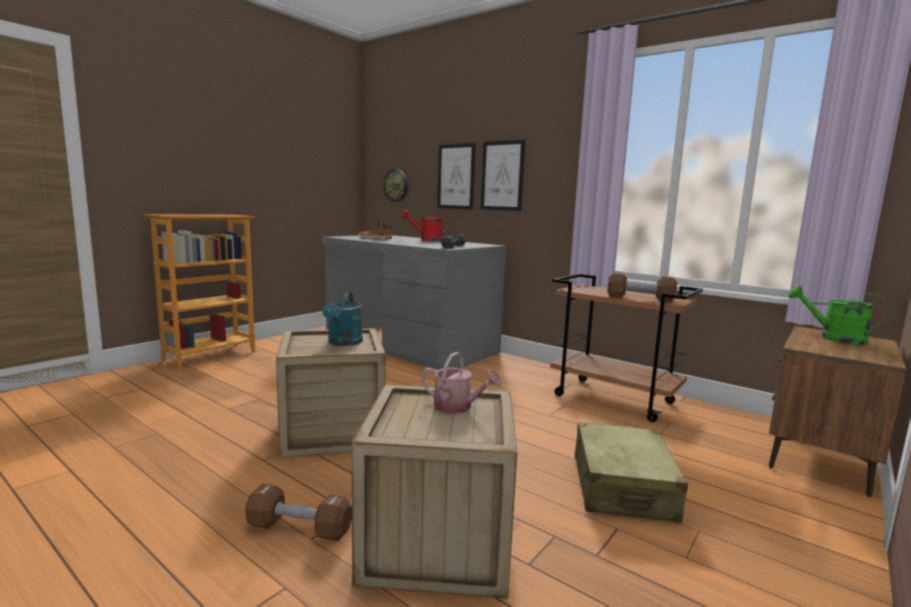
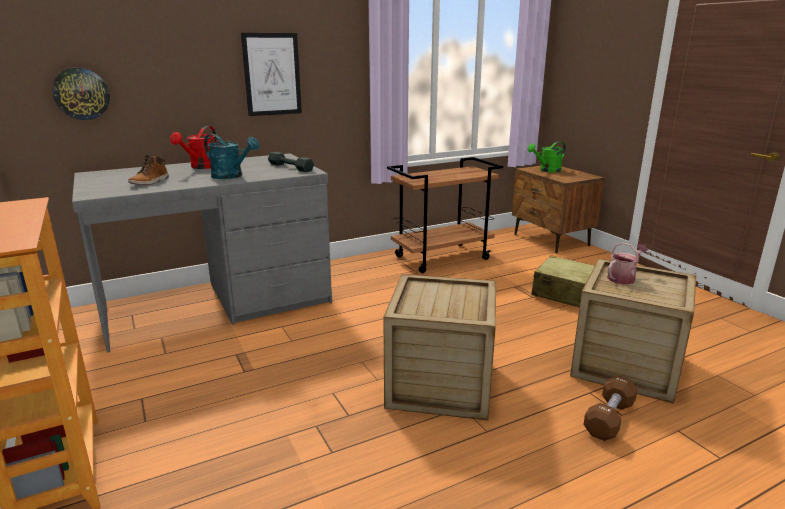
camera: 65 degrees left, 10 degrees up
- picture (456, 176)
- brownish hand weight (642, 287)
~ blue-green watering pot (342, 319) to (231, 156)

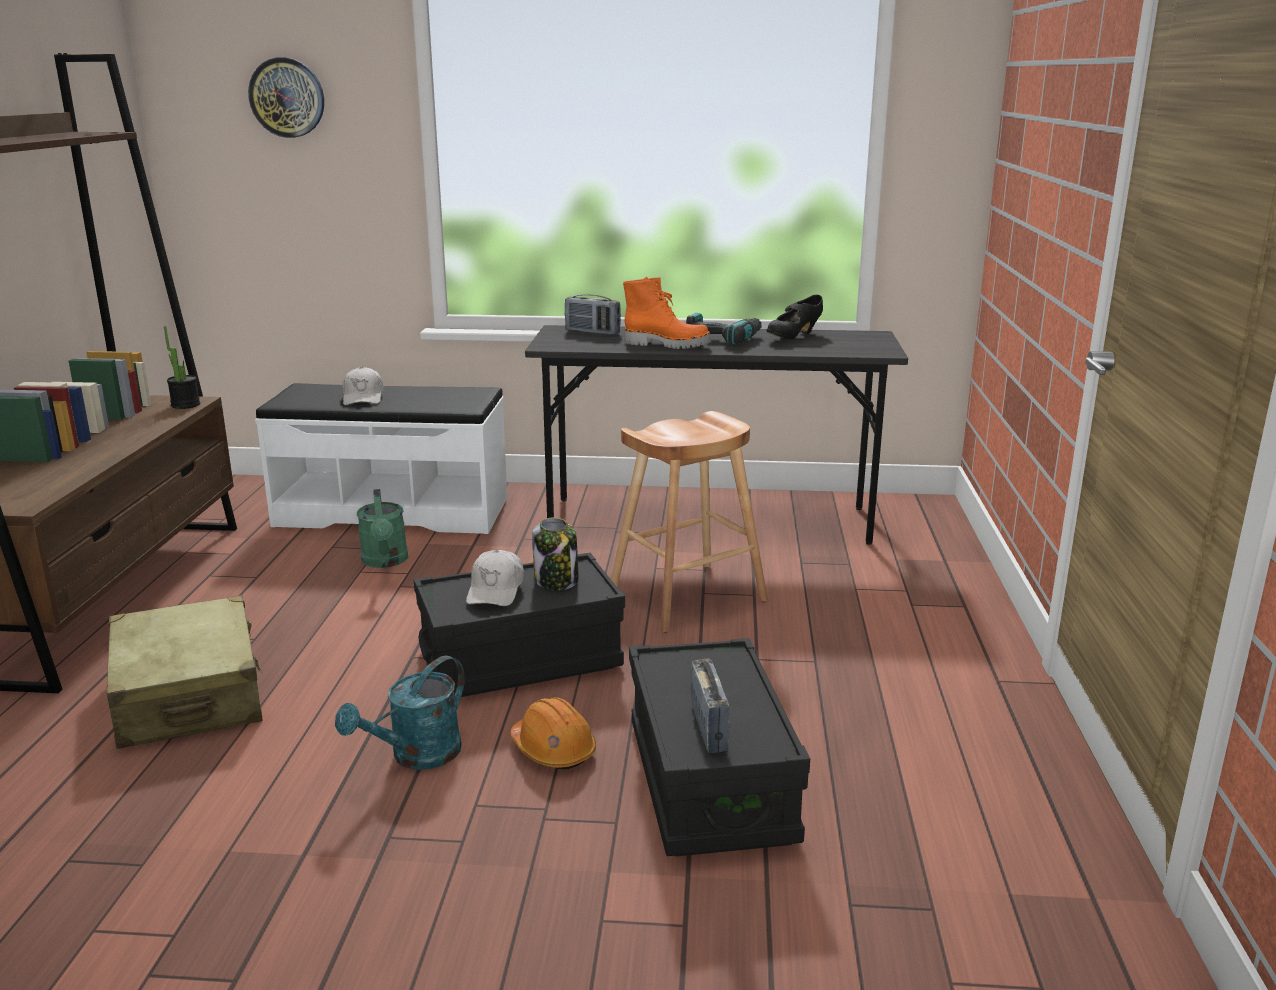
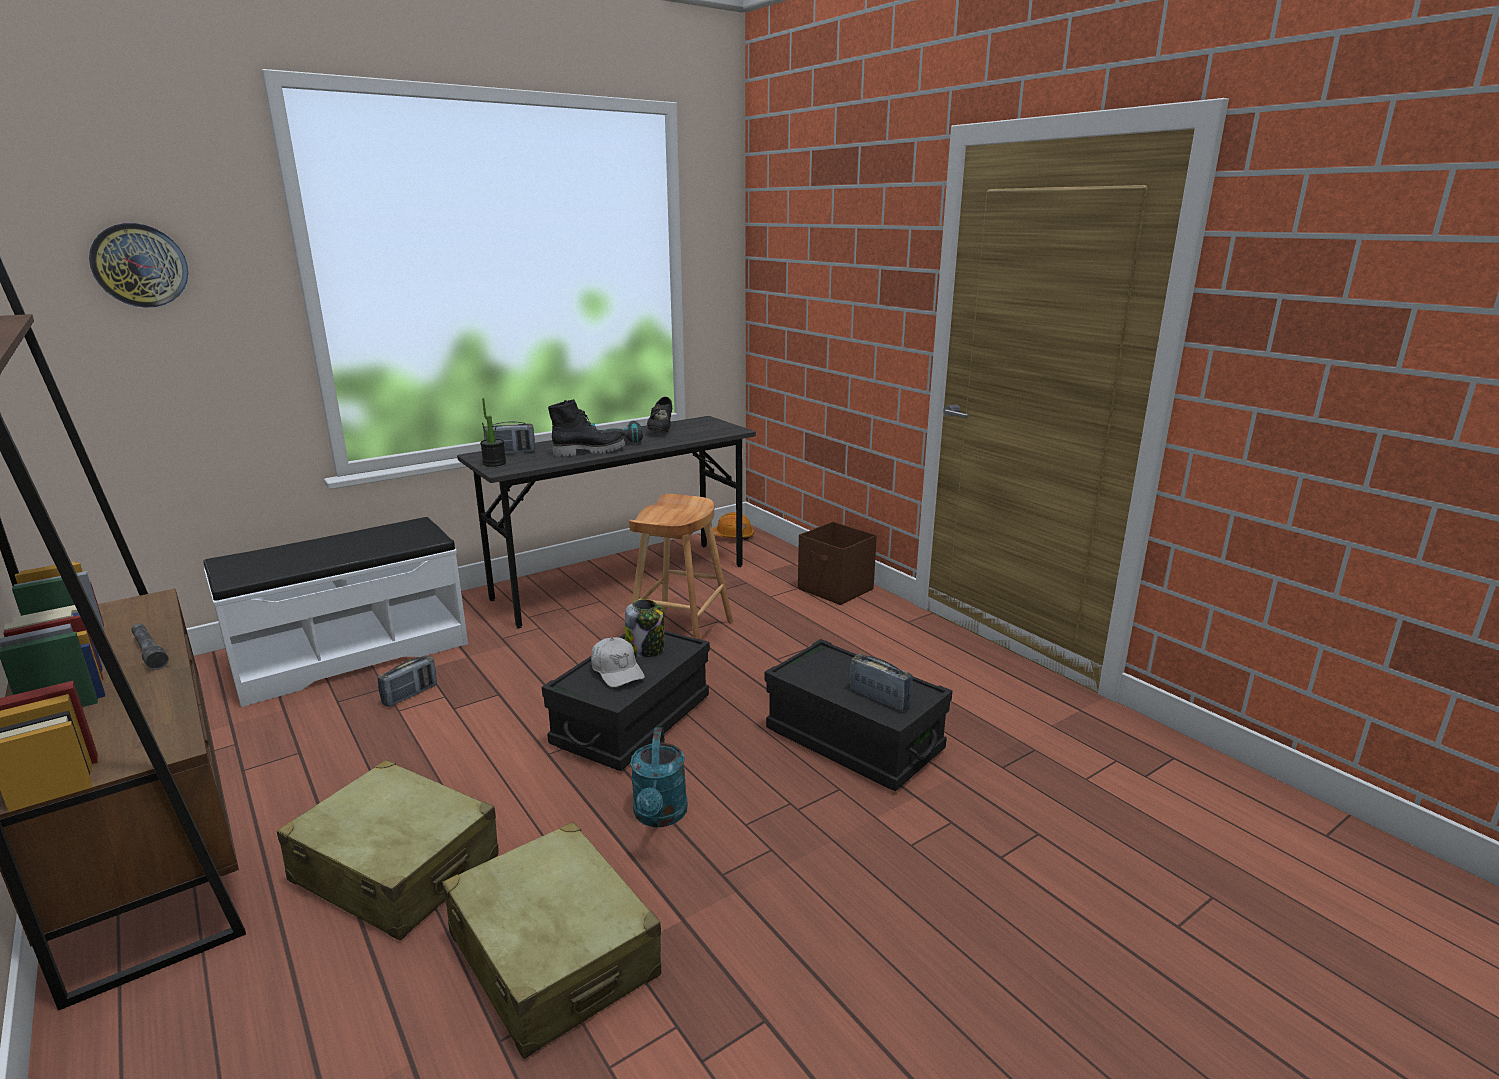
camera: 40 degrees left, 0 degrees up
- whitish baseball cap (363, 386)
+ grey flashlight (150, 647)
+ sand-coloured travel case (551, 940)
+ brownish storage bin (837, 563)
~ houseplant (182, 367) to (493, 432)
~ orangey hard hat (553, 733) to (733, 526)
~ green-coloured watering pot (382, 528) to radio receiver (407, 681)
~ orangey tall boot (667, 313) to black-coloured tall boot (586, 428)

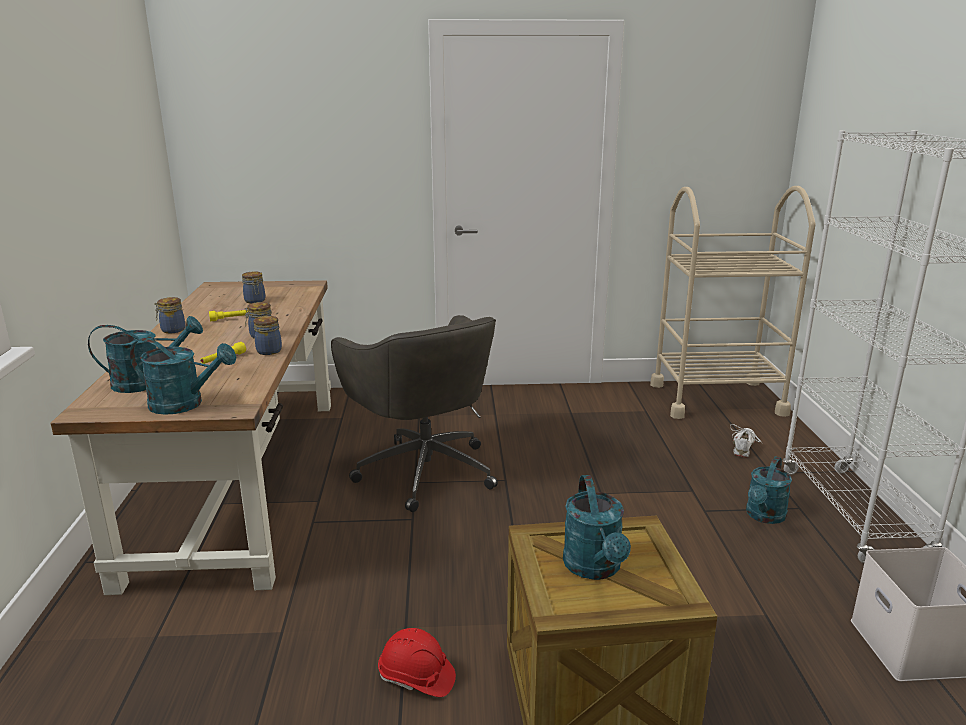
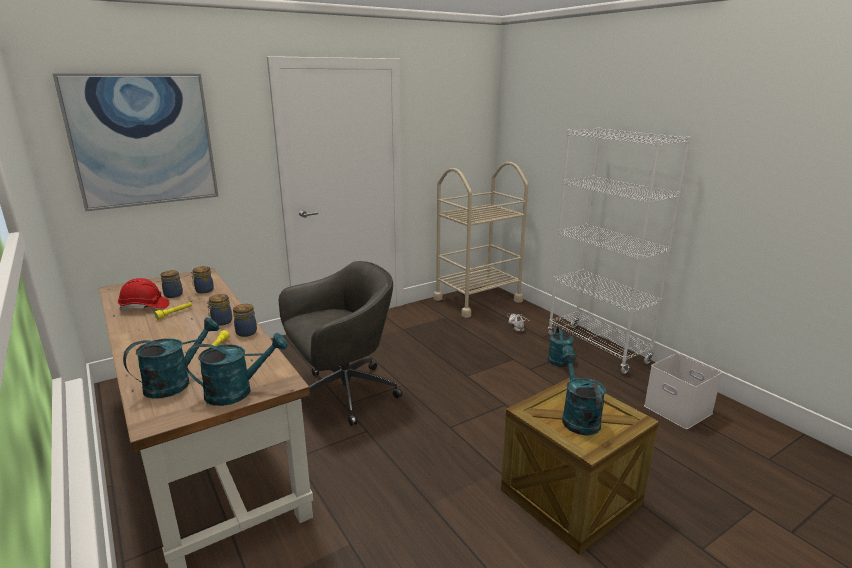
camera: 30 degrees left, 0 degrees up
+ picture (136, 142)
~ preserve jar (169, 315) to (202, 279)
~ reddish hard hat (417, 662) to (143, 294)
~ grey desk chair (414, 413) = (340, 343) 60 degrees counterclockwise
~ blue-green watering pot (597, 527) = (583, 394) 150 degrees counterclockwise

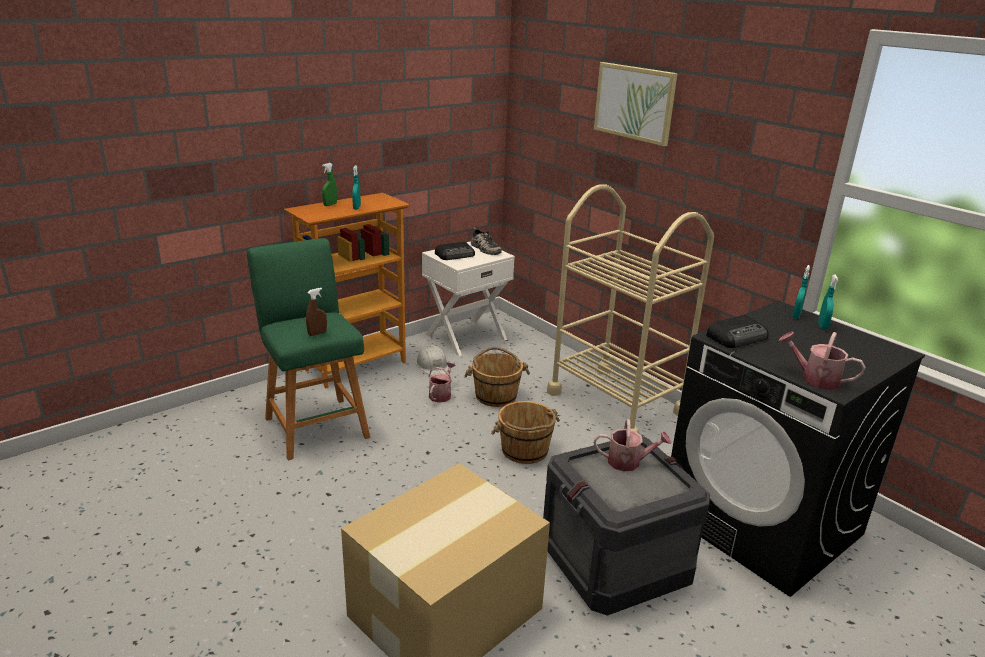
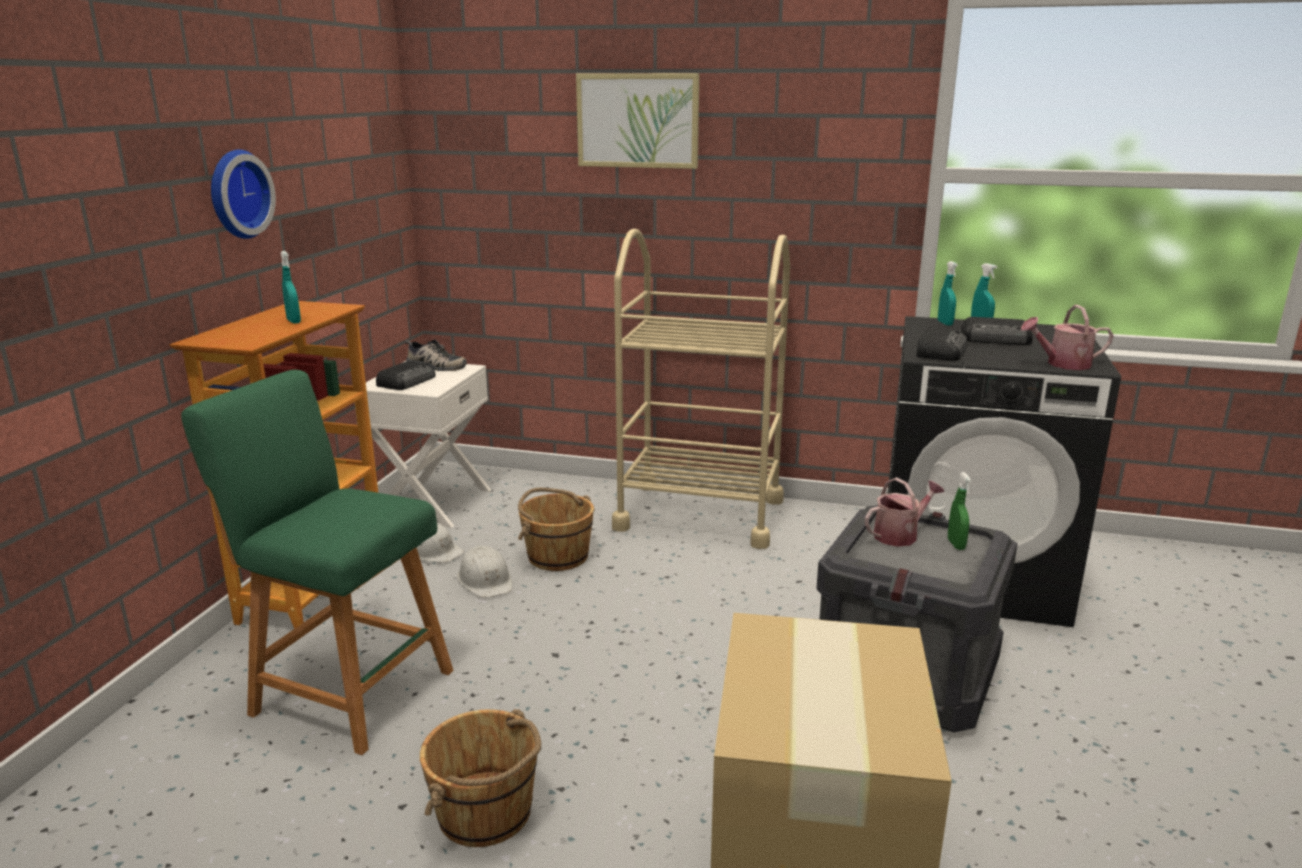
camera: 35 degrees left, 5 degrees down
- brownish spray bottle (316, 312)
+ hanging clock (243, 194)
+ radio receiver (997, 331)
~ green-coloured spray bottle (329, 184) to (960, 511)
~ brownish water bucket (525, 432) to (480, 778)
~ watering pot (442, 382) to whitish hard hat (484, 572)

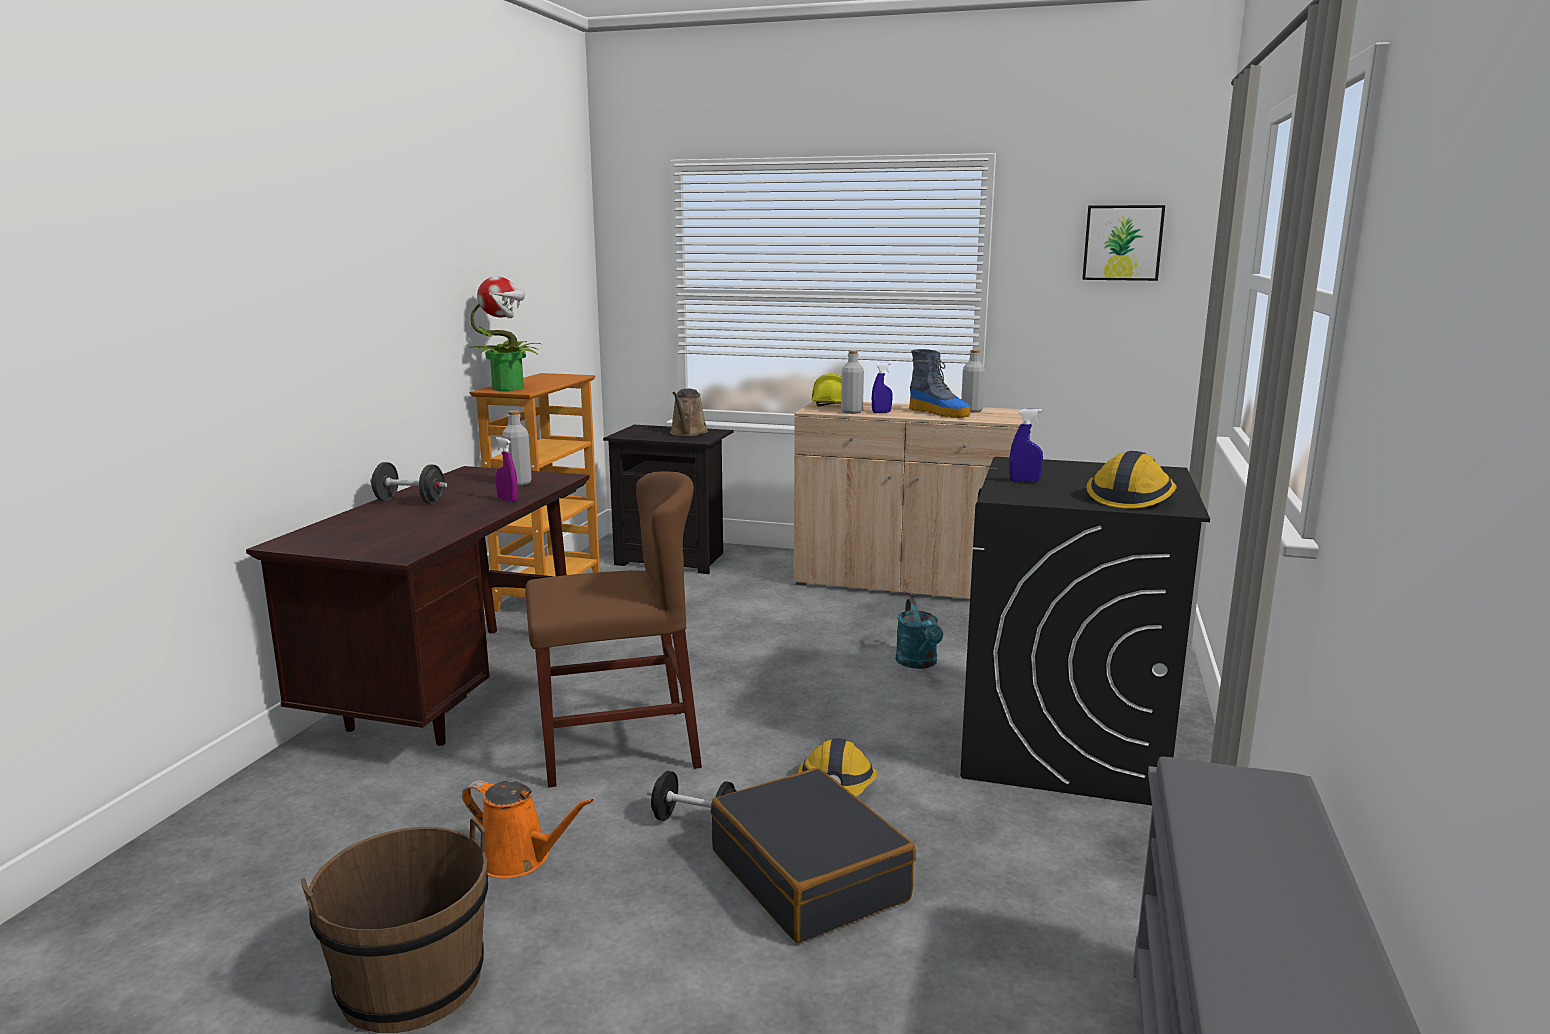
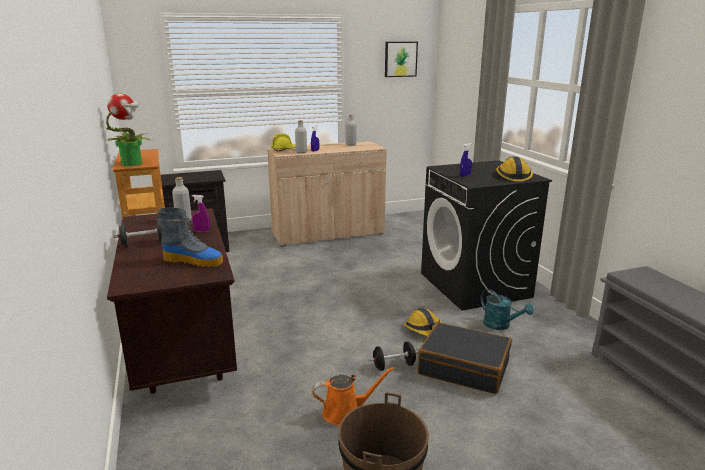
camera: 35 degrees left, 5 degrees up
- brownish upright chair (613, 629)
- brownish watering pot (689, 412)
~ blue-green watering pot (919, 634) to (507, 309)
~ tall boot (940, 383) to (190, 237)

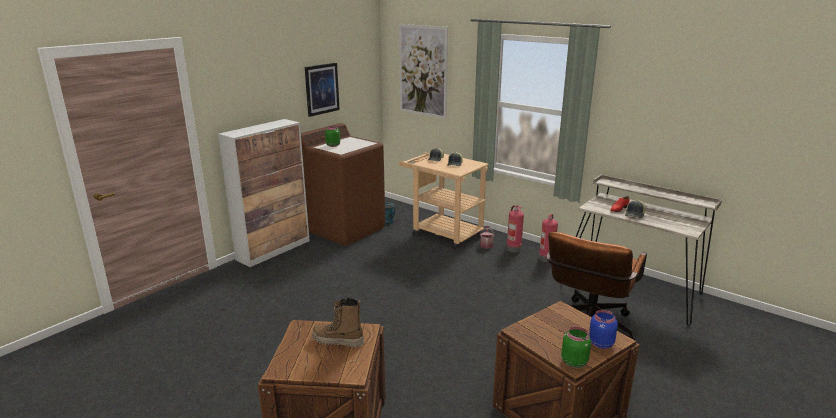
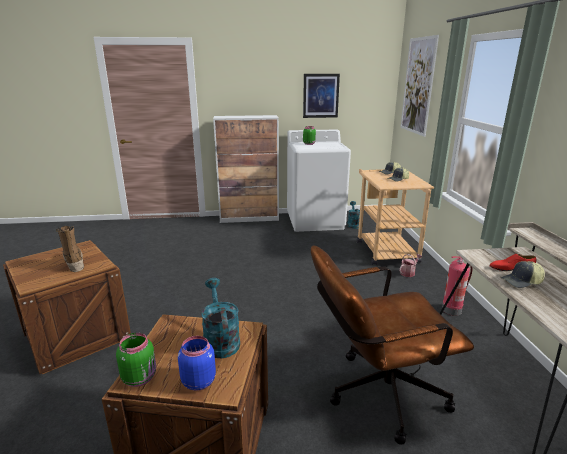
camera: 45 degrees right, 0 degrees up
- extinguisher (515, 229)
+ blue-green watering pot (220, 318)
~ brownish laundry machine (343, 184) to whitish laundry machine (319, 180)

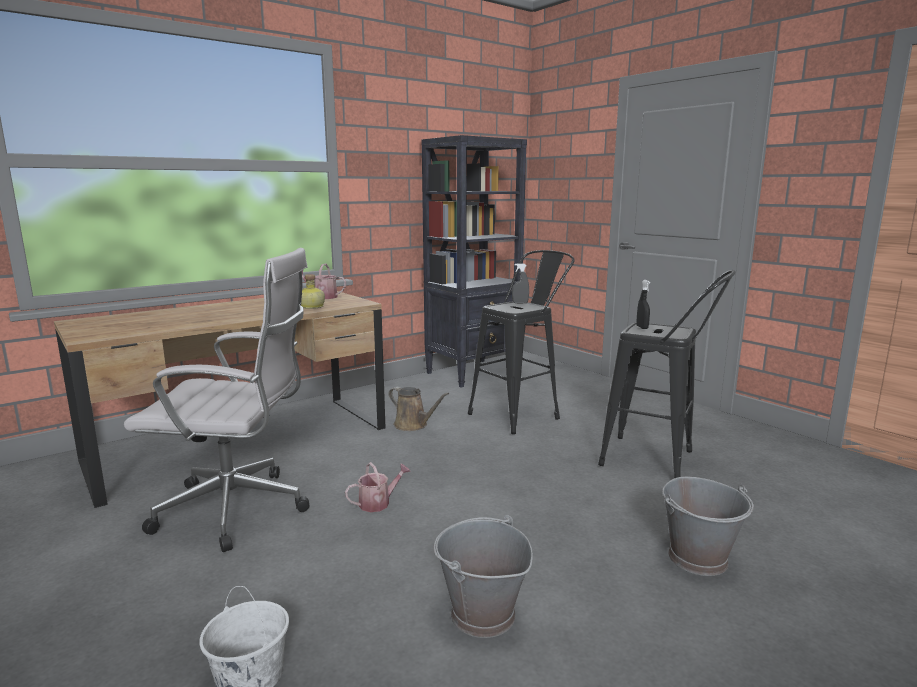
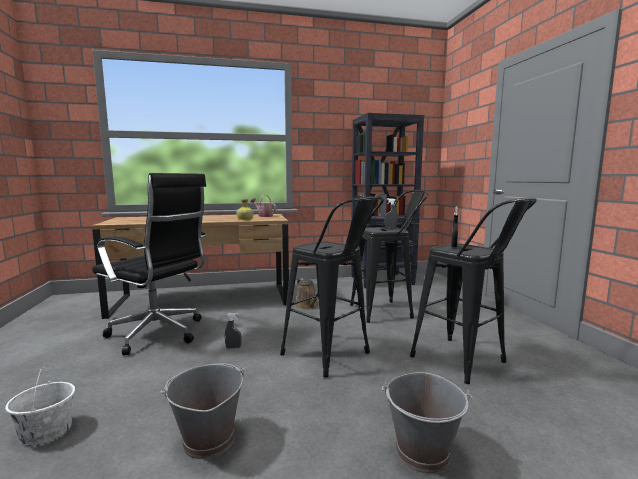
camera: 25 degrees right, 5 degrees down
+ black-coloured sitting stool (332, 287)
~ watering pot (378, 487) to grey spray bottle (233, 331)
~ whitish desk chair (216, 400) to black-coloured desk chair (149, 264)

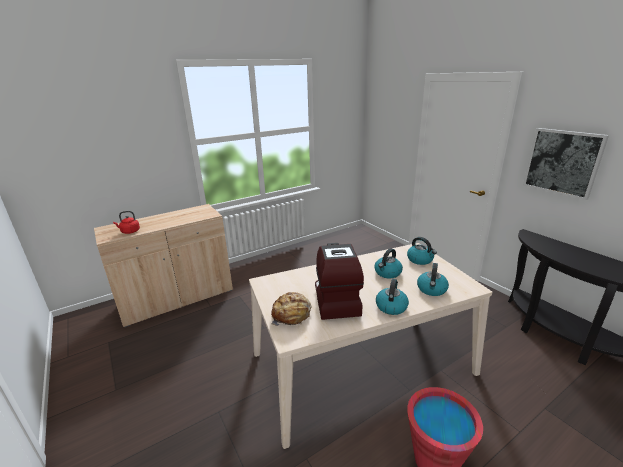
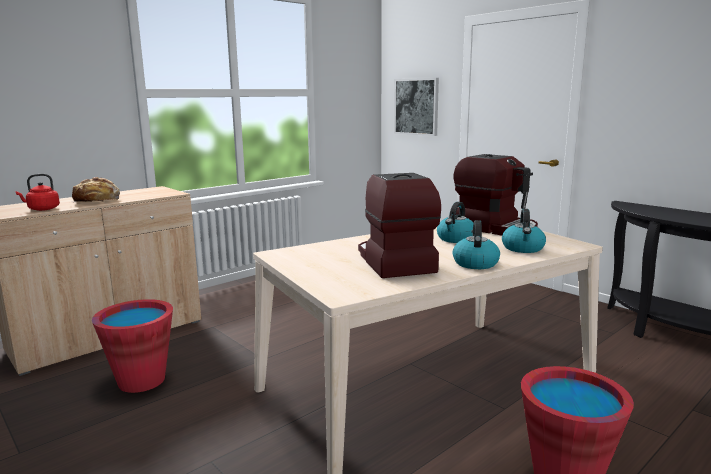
camera: 10 degrees left, 10 degrees down
+ reddish water bucket (132, 346)
~ bread (291, 309) to (96, 189)
~ picture (566, 164) to (416, 107)
~ tea kettle (422, 251) to coffee maker (495, 195)

